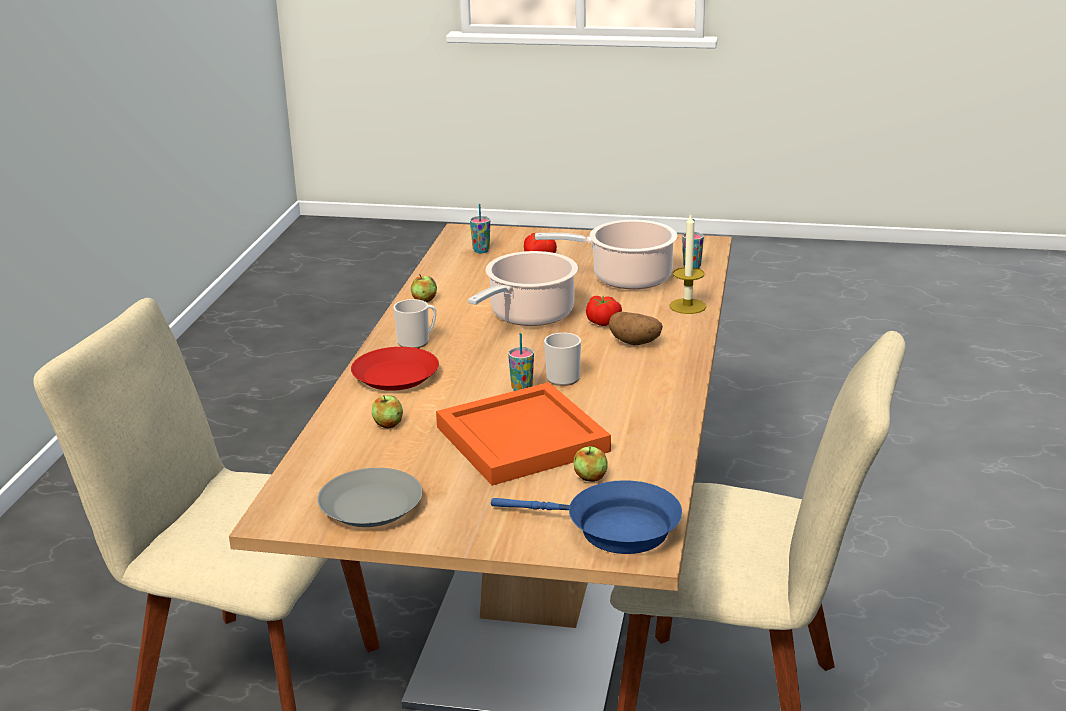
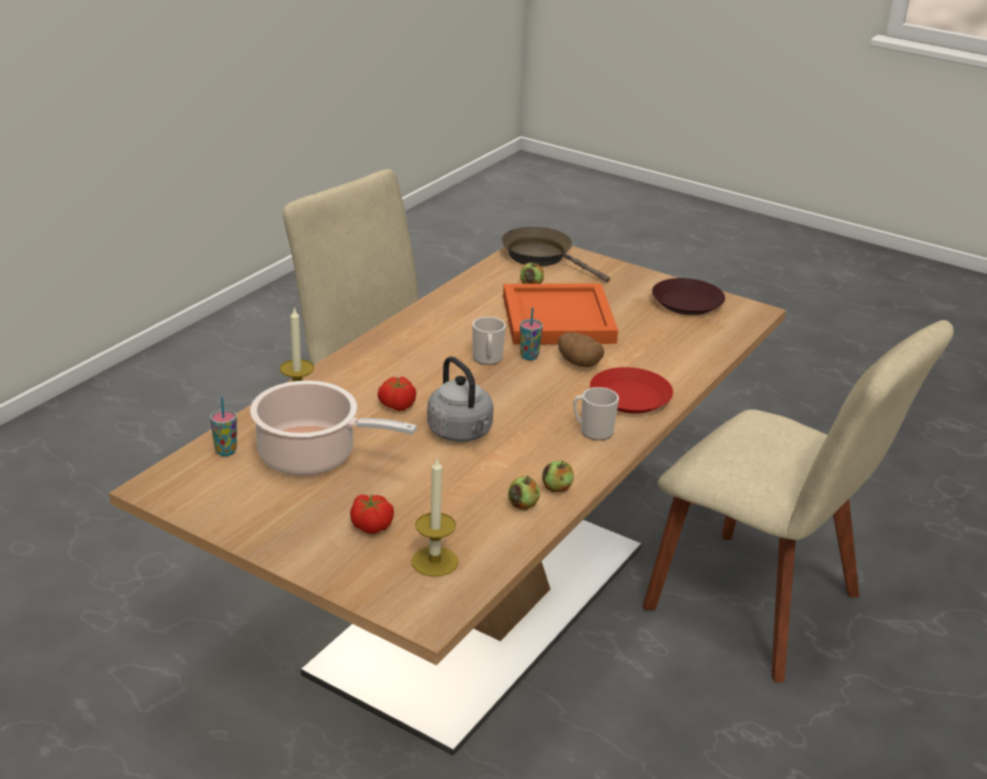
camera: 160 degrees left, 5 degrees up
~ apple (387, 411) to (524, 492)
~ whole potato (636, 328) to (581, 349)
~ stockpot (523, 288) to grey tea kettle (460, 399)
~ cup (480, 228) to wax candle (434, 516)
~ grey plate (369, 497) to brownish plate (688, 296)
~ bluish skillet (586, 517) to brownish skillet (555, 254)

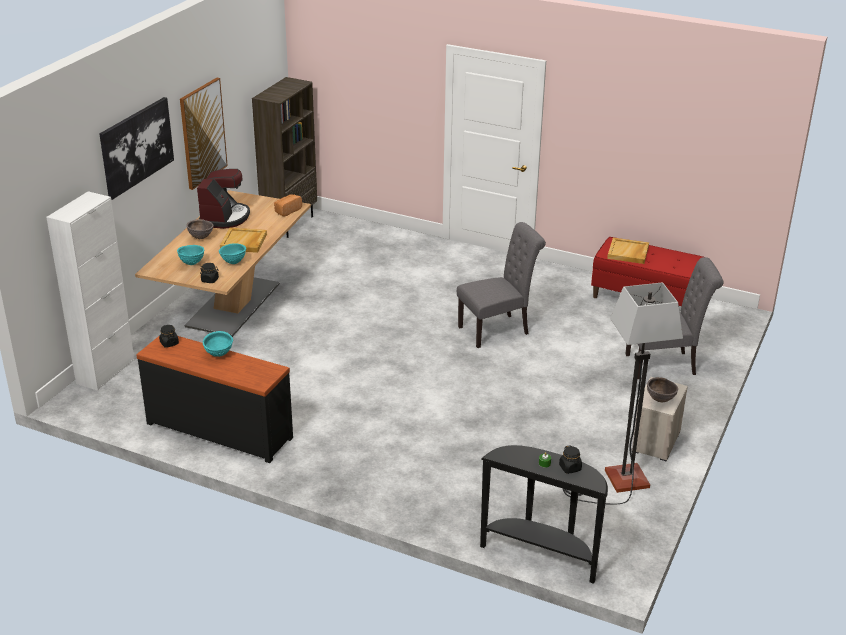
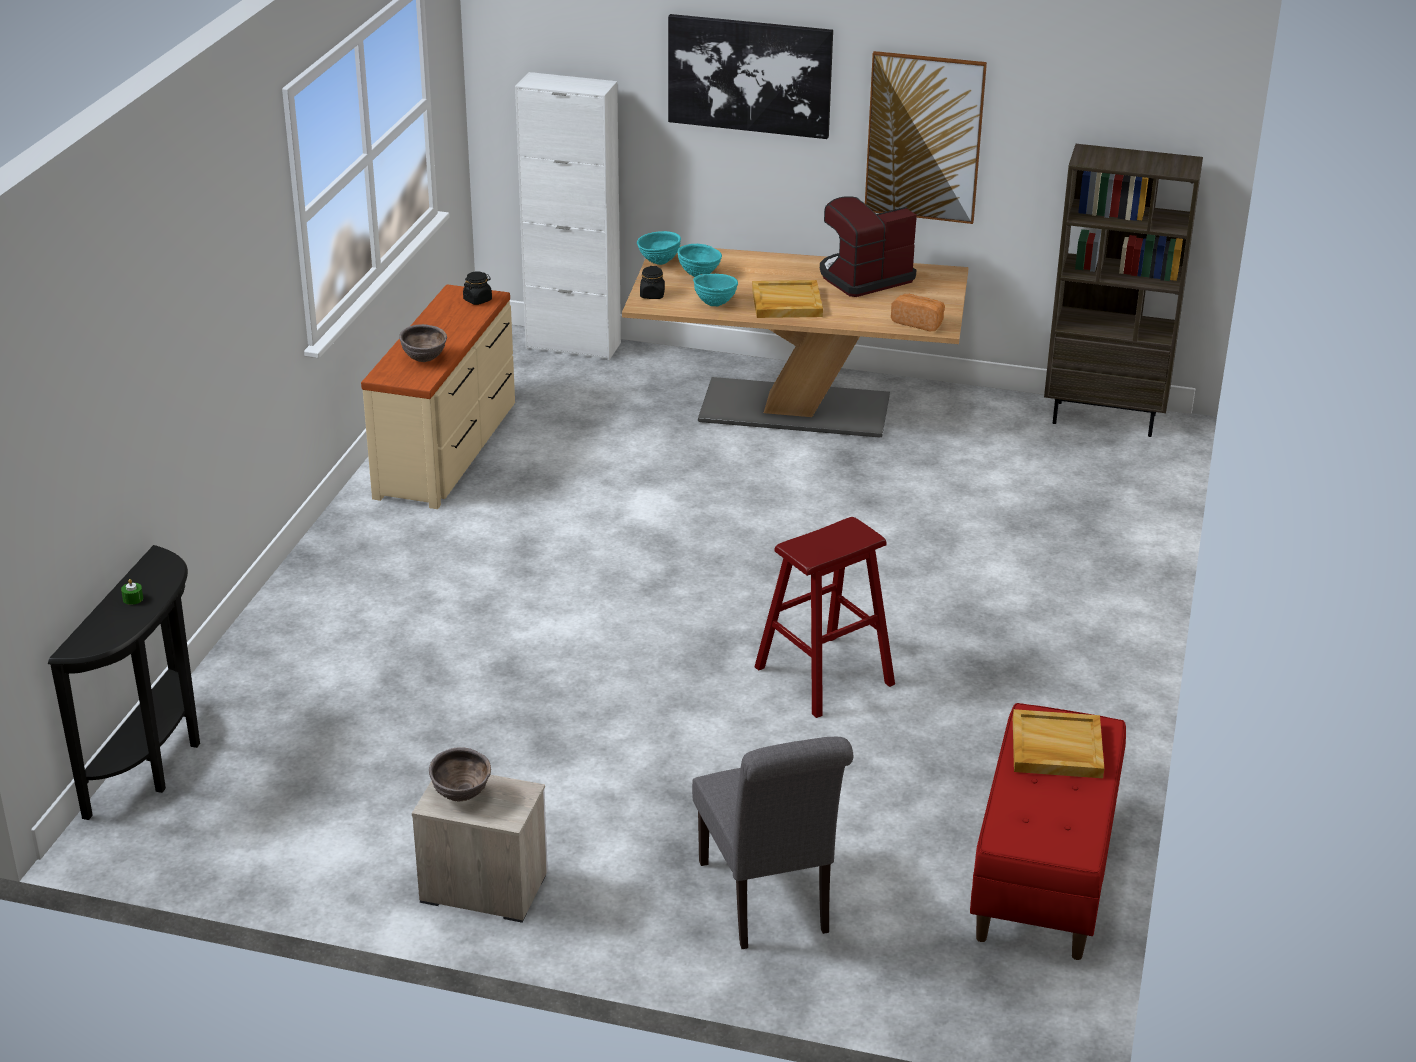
camera: 80 degrees right, 0 degrees up
- black-coloured preserve jar (570, 459)
- standard lamp (623, 393)
~ brownish deep dish (199, 229) to (423, 343)
~ blue-green deep dish (218, 344) to (659, 248)
~ grey upright chair (501, 285) to reddish sitting stool (824, 617)
~ black-coloured dresser (214, 399) to sand-coloured dresser (438, 396)
~ coffee maker (223, 199) = (868, 247) 150 degrees clockwise

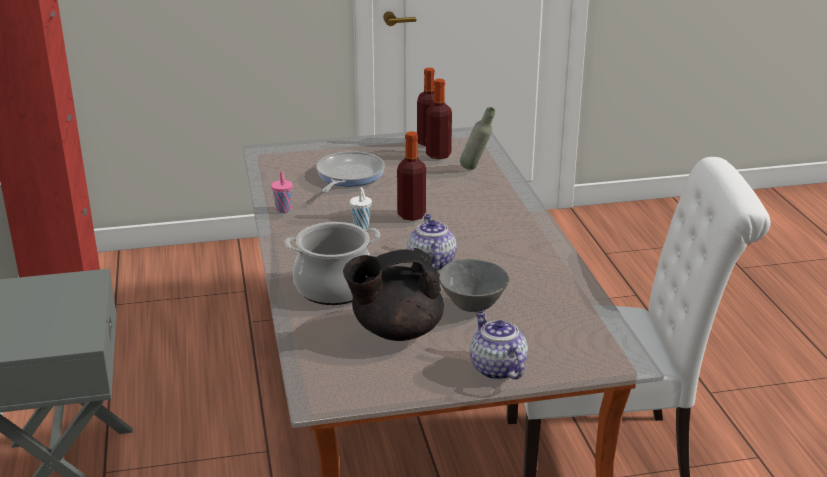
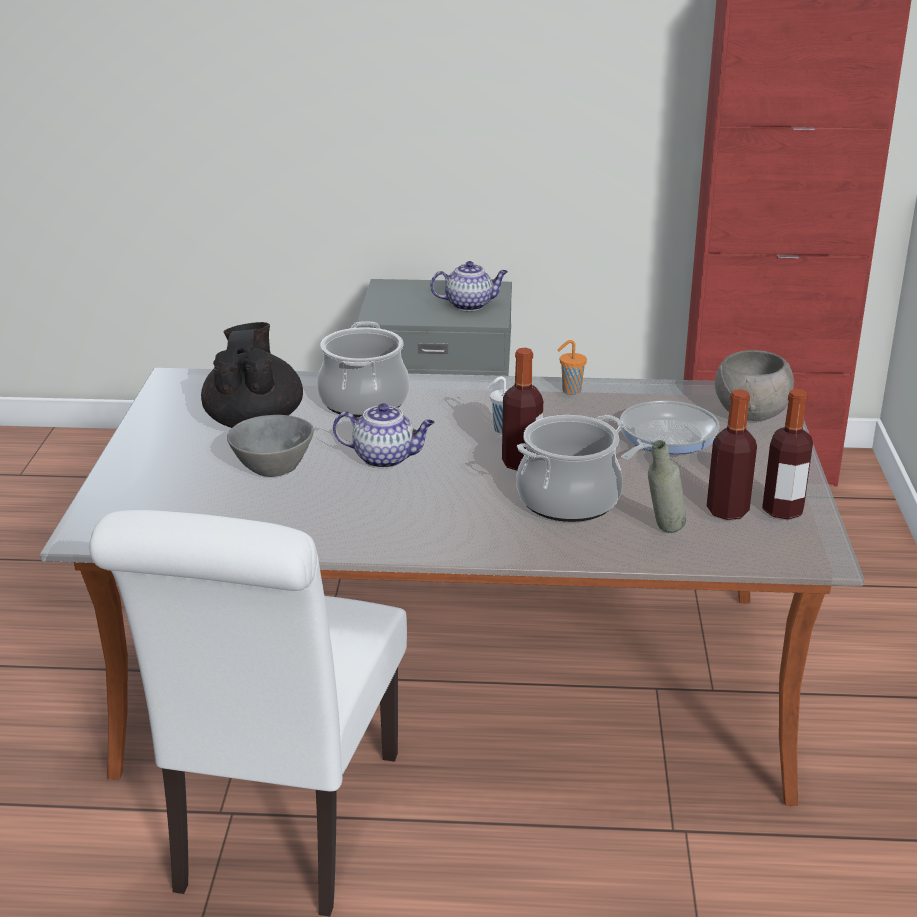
camera: 105 degrees right, 0 degrees up
+ stockpot (570, 468)
+ grey deep dish (754, 385)
~ tea pot (499, 345) to (469, 286)
~ pink-coloured cup (282, 192) to orangey cup (572, 367)
~ skillet (350, 171) = (670, 430) 90 degrees counterclockwise

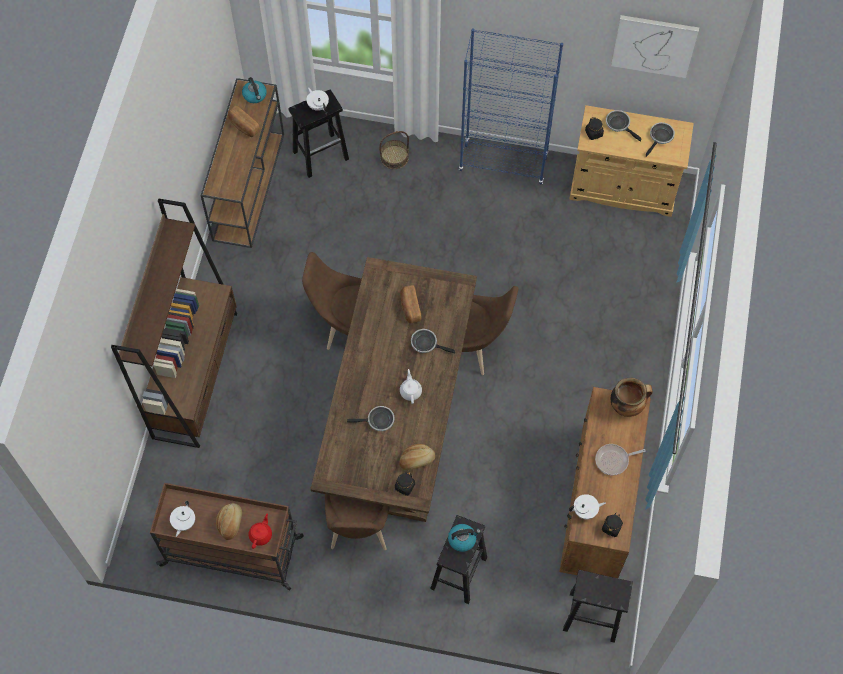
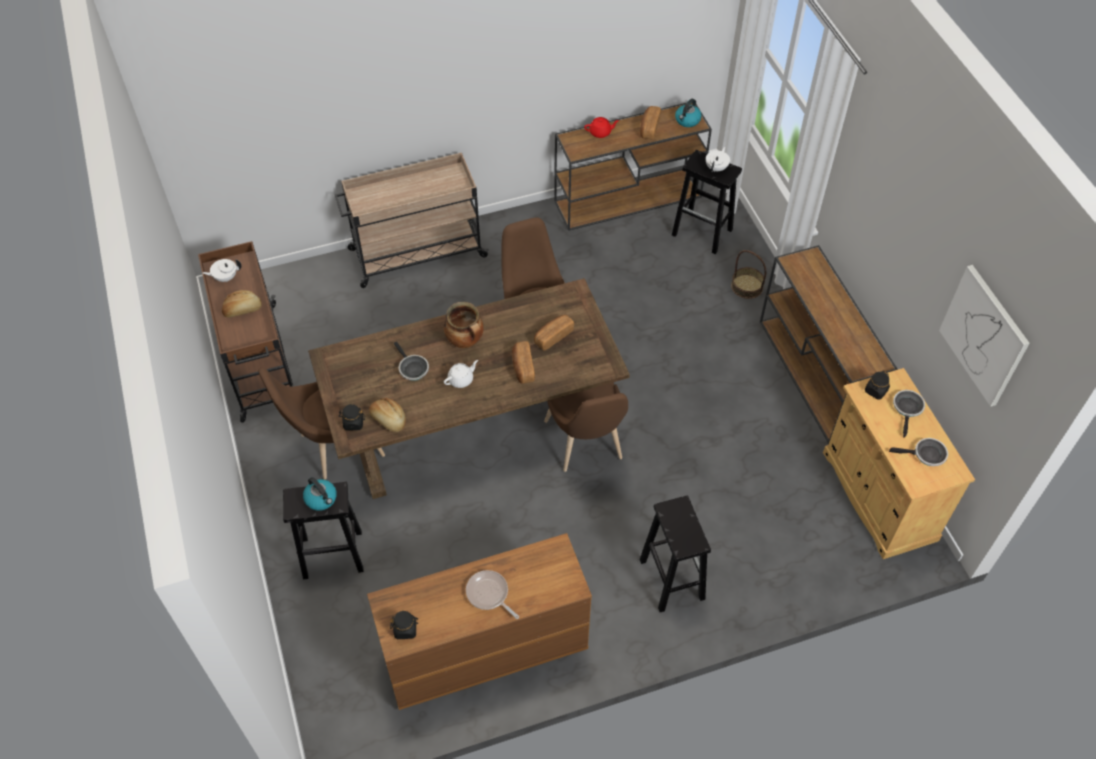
camera: 60 degrees right, 10 degrees down
- whitish tea pot (587, 506)
~ reddish tea pot (260, 531) to (601, 127)
~ black-coloured sitting stool (598, 606) to (675, 554)
~ stockpot (632, 397) to (464, 325)
~ brownish bookshelf (174, 323) to sand-coloured wheeled cart (412, 220)
~ skillet (433, 341) to bread (523, 362)
~ bluish bookshelf (511, 106) to brownish console table (829, 344)

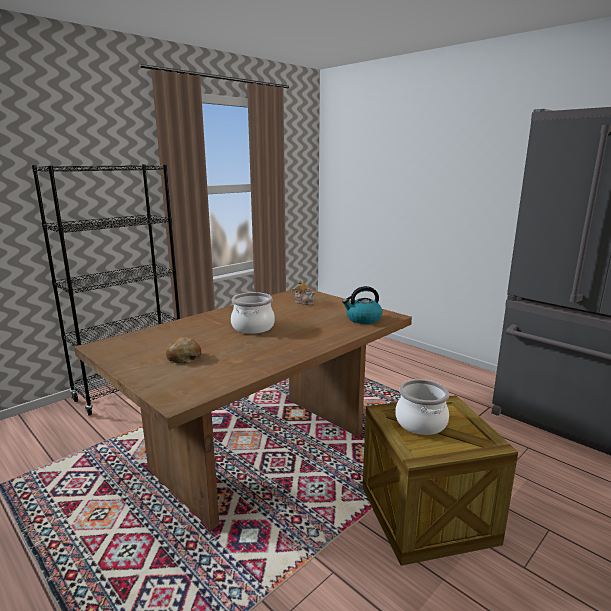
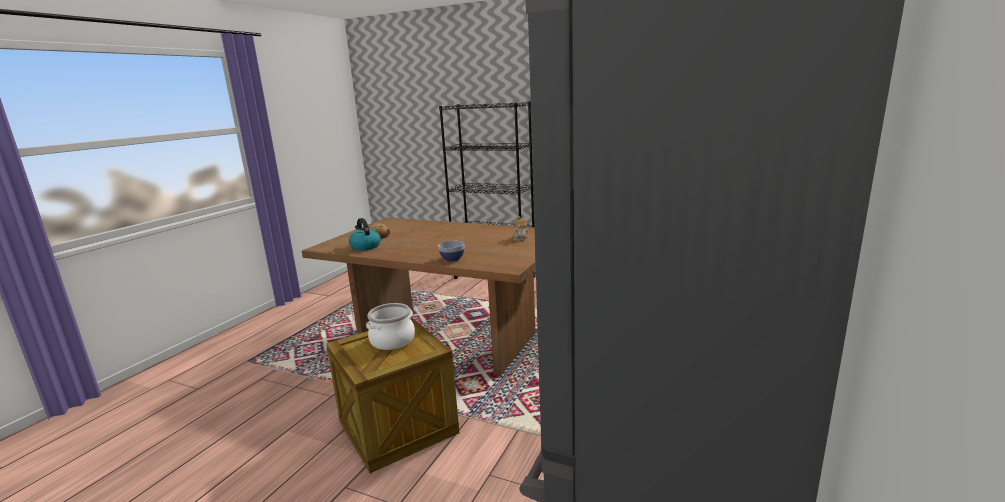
camera: 70 degrees right, 0 degrees up
- stockpot (253, 313)
+ deep dish (451, 251)
~ tea kettle (362, 305) to (365, 234)

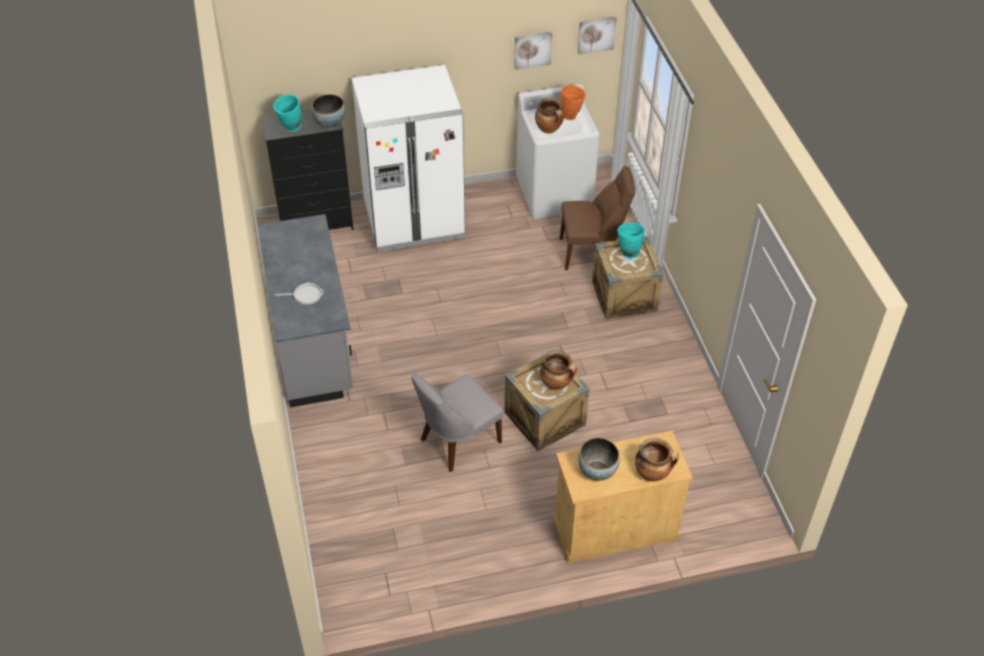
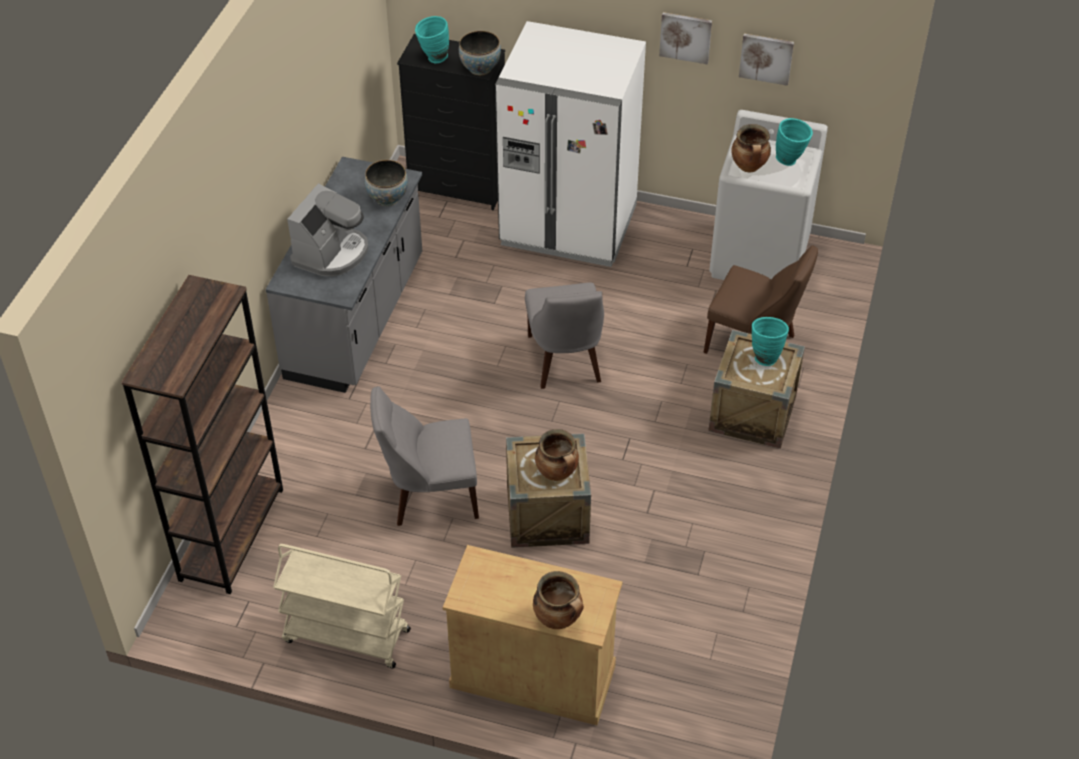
camera: 30 degrees right, 0 degrees up
+ brownish bookshelf (202, 434)
+ sand-coloured wheeled cart (342, 606)
+ grey upright chair (564, 336)
~ picture (597, 35) to (685, 38)
~ deep dish (599, 459) to (386, 183)
~ skillet (298, 293) to coffee maker (327, 229)
~ orangey decorative vase (573, 102) to blue-green decorative vase (794, 142)

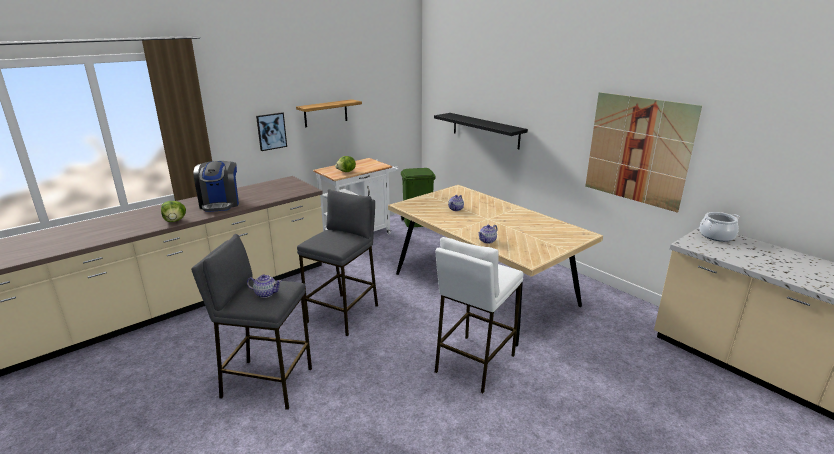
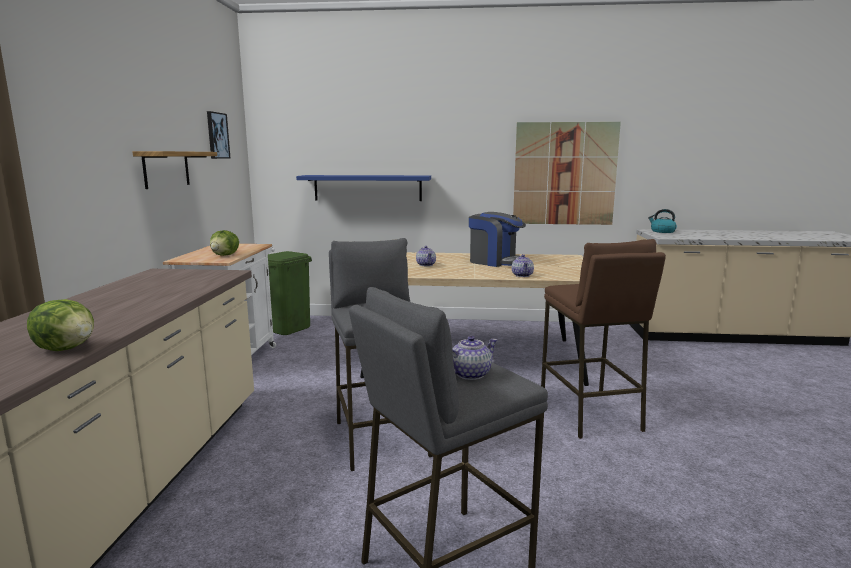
camera: 45 degrees left, 10 degrees down
~ coffee maker (216, 186) to (497, 239)
~ picture (271, 131) to (218, 135)
~ stockpot (720, 227) to tea kettle (662, 221)
~ black-coloured wall shelf (481, 131) to bluish wall shelf (363, 188)
~ whitish sitting stool (479, 315) to brownish sitting stool (603, 339)

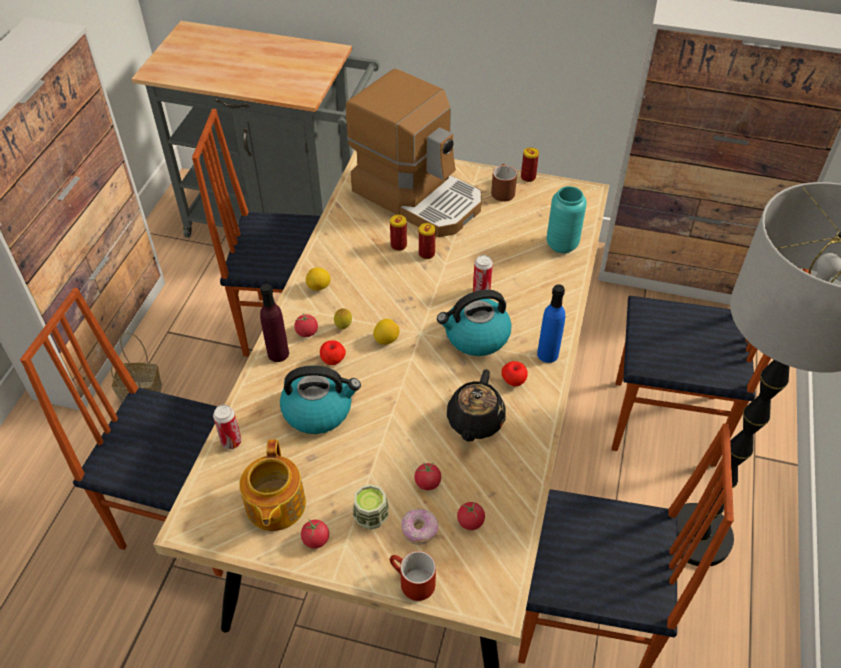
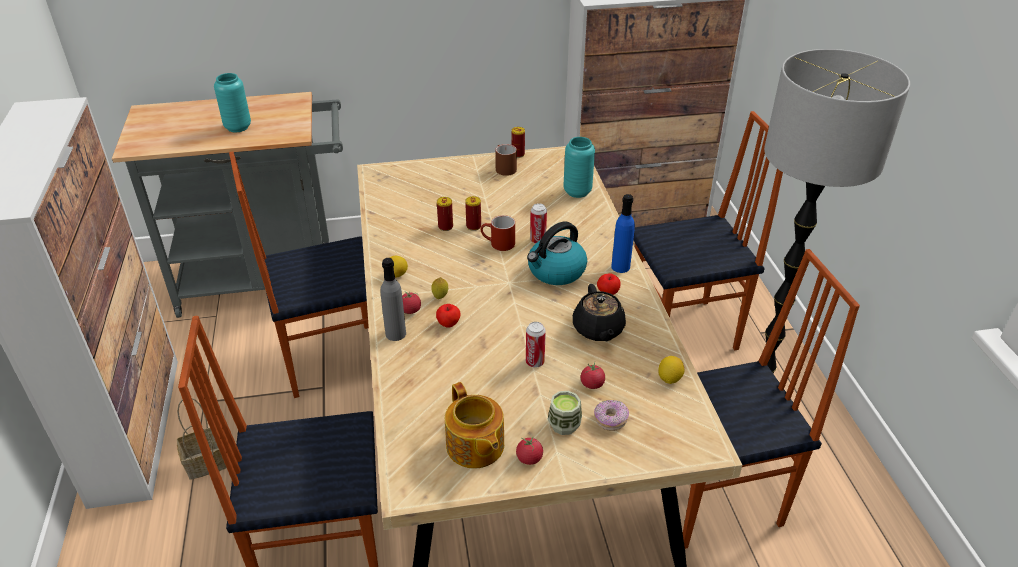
camera: 25 degrees left, 10 degrees down
- tea kettle (320, 399)
- coffee maker (414, 153)
- whole tomato (471, 516)
+ blue-green decorative vase (232, 102)
~ can (227, 427) to (536, 344)
~ lemon (386, 332) to (671, 370)
~ reddish tea mug (413, 576) to (497, 233)
~ purple-coloured beverage bottle (274, 323) to grey beverage bottle (393, 299)

